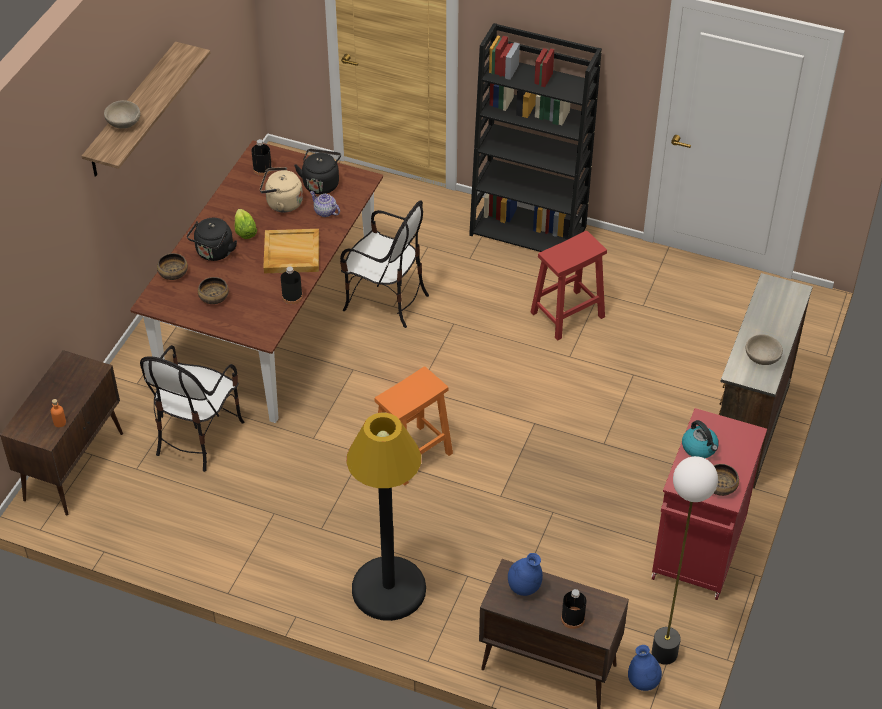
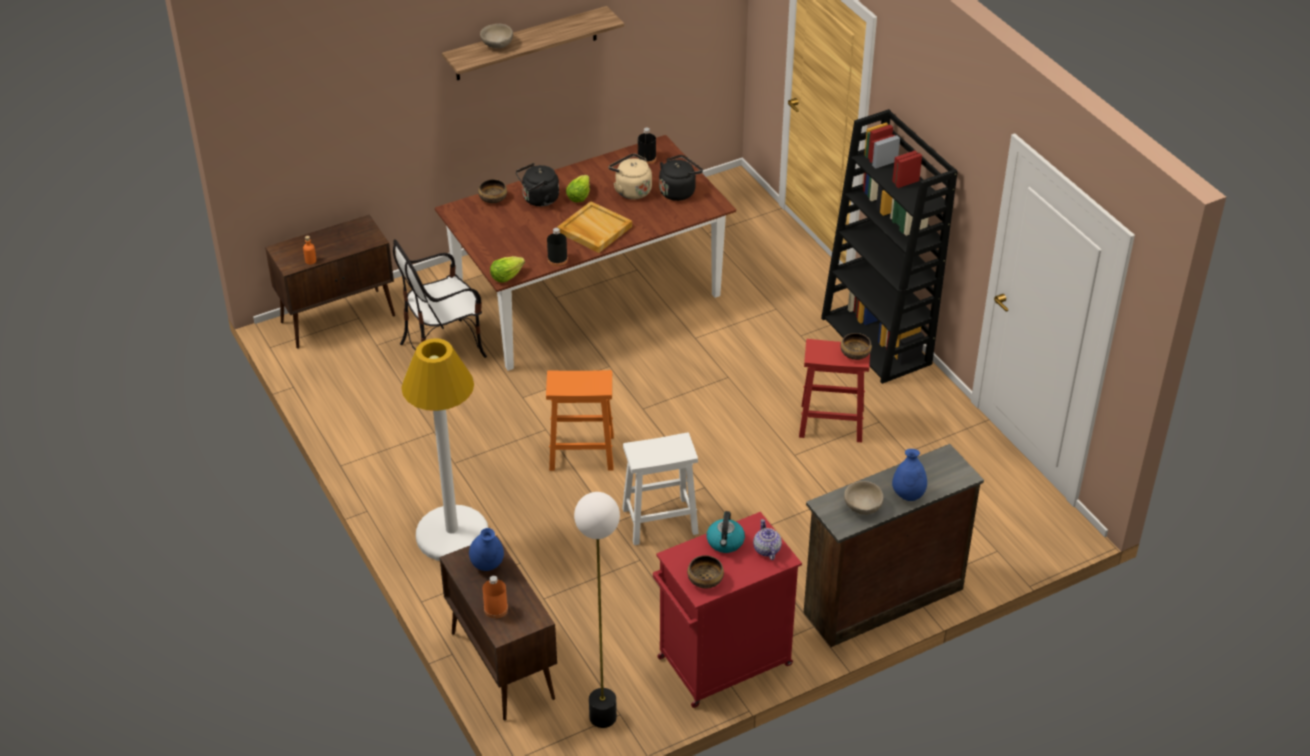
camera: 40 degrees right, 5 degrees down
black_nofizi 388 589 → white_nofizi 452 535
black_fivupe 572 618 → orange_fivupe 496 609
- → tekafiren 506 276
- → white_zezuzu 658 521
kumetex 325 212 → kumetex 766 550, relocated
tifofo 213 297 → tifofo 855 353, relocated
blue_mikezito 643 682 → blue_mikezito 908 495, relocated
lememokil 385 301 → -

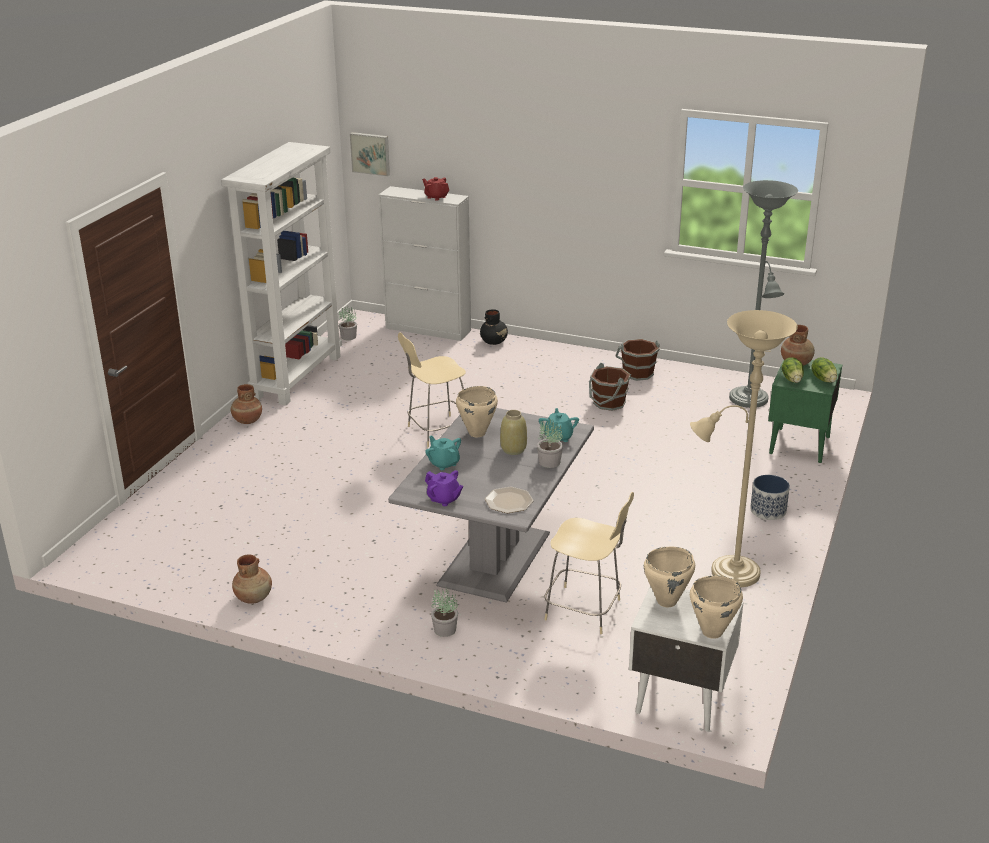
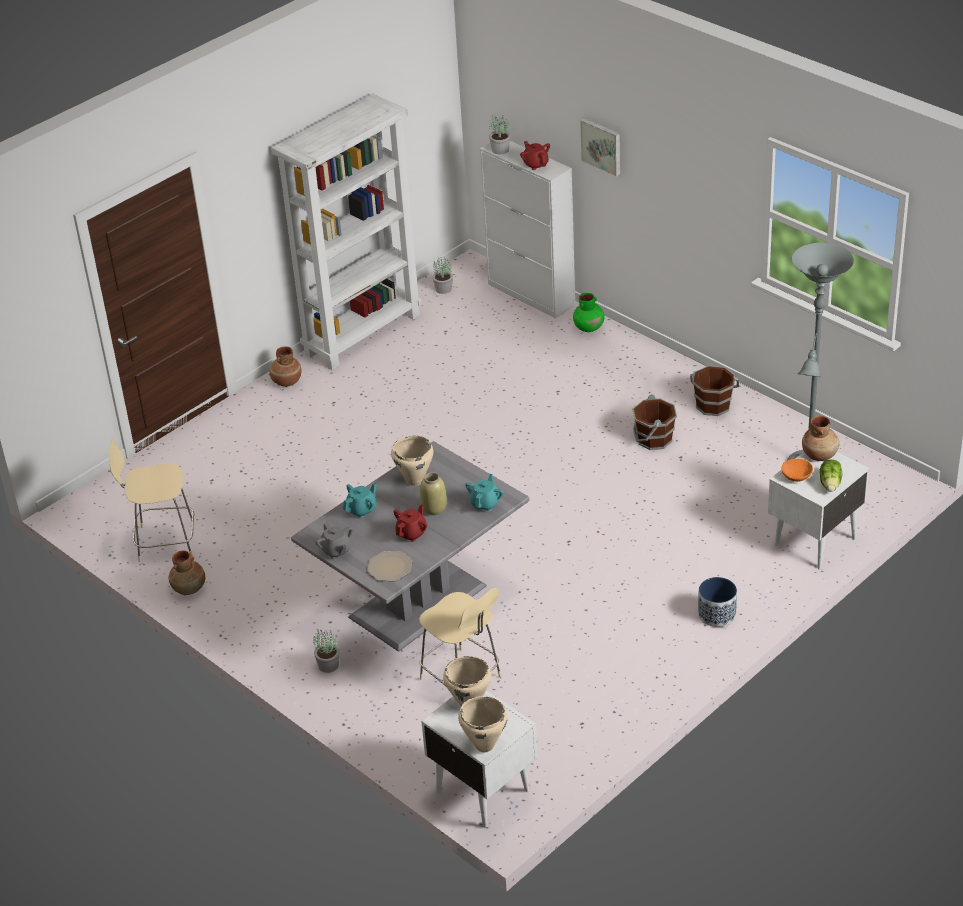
camera: 25 degrees right, 10 degrees up
beige_lememokil 436 431 → beige_lememokil 163 542, relocated
purple_kumetex 444 499 → grey_kumetex 336 550
turquoise_kumetex 444 463 → turquoise_kumetex 362 509, 60 degrees clockwise
- → red_kumetex 412 533
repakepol 549 462 → repakepol 500 150, relocated
black_mikezito 494 342 → green_mikezito 589 327
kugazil 370 153 → kugazil 602 146, relocated
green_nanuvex 798 445 → white_nanuvex 813 541
tekafiren 792 379 → orange_tifofo 797 476
beige_nofizi 728 573 → -

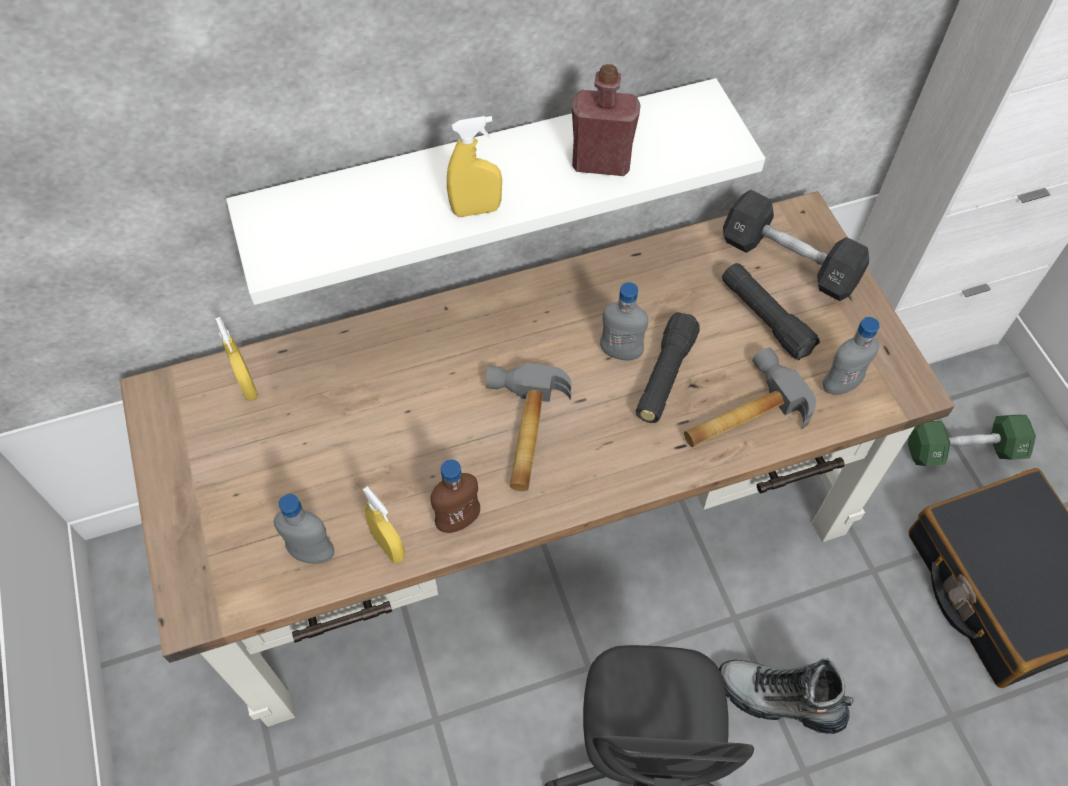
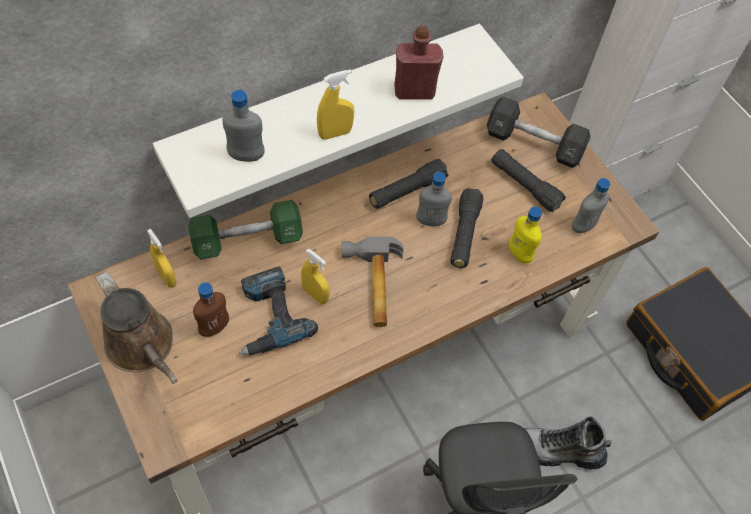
camera: 15 degrees left, 0 degrees up
- → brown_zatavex 143 347
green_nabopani 963 450 → green_nabopani 247 240, relocated
brown_fivupe 458 520 → brown_fivupe 214 327, relocated
grey_fivupe 312 553 → grey_fivupe 246 156, relocated
- → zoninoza 268 317
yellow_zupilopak 389 547 → yellow_zupilopak 315 294, relocated
- → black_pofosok 407 191
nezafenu 739 413 → yellow_fivupe 519 254

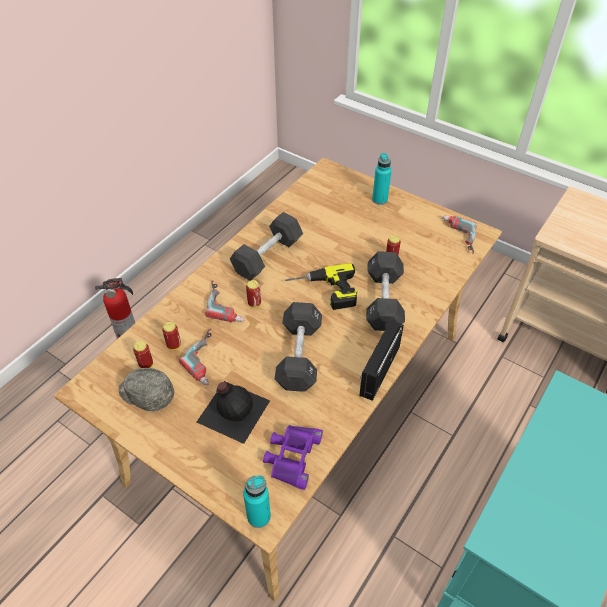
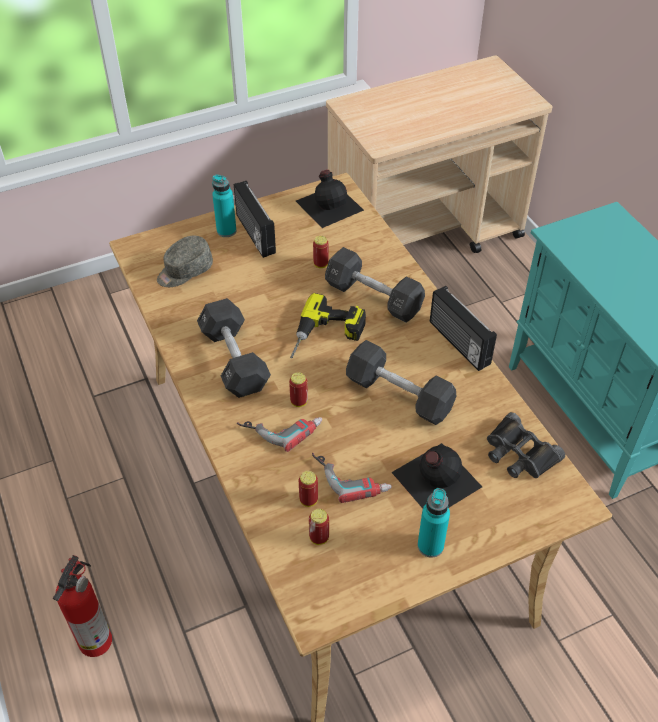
camera: 60 degrees left, 0 degrees up
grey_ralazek 146 394 → grey_ralazek 184 271, relocated
- → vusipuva 254 234
zoninoza 456 236 → black_fivupe 329 204
turquoise_fivupe 259 516 → turquoise_fivupe 430 546, relocated
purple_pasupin 292 456 → black_pasupin 519 453

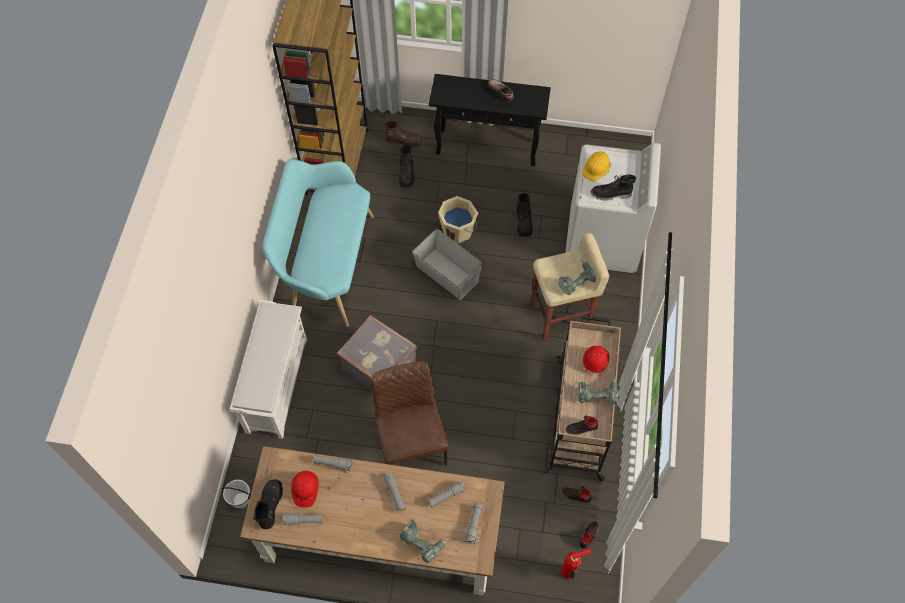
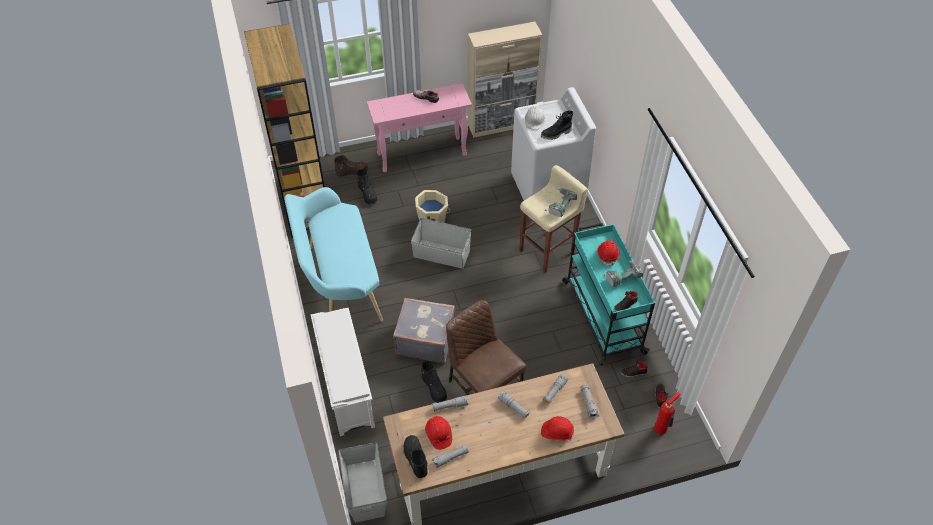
camera: 25 degrees left, 10 degrees down
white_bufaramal 241 500 → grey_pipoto 365 489
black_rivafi 488 147 → pink_rivafi 422 154
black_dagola 524 222 → black_dagola 434 388, relocated
- → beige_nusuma 501 124
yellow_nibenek 596 167 → white_nibenek 534 120
zoninoza 424 541 → red_nibenek 557 432
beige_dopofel 579 416 → turquoise_dopofel 602 315

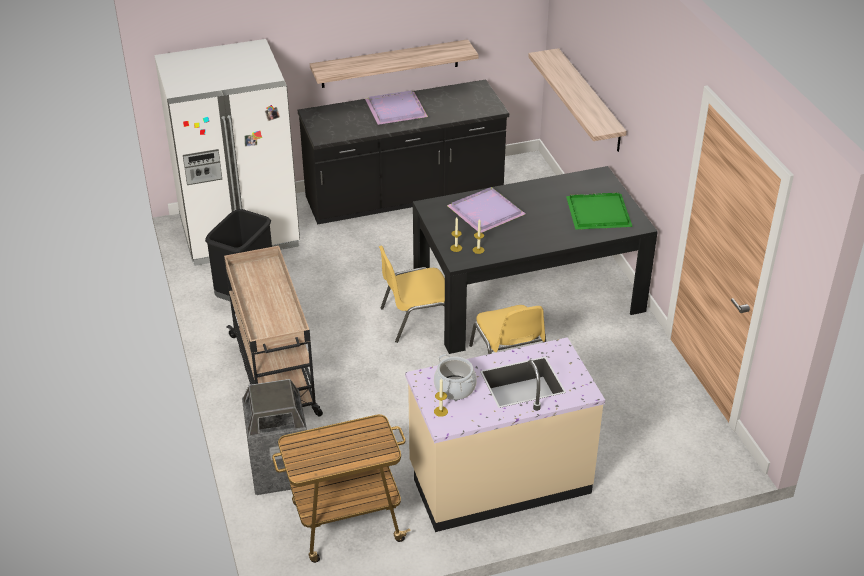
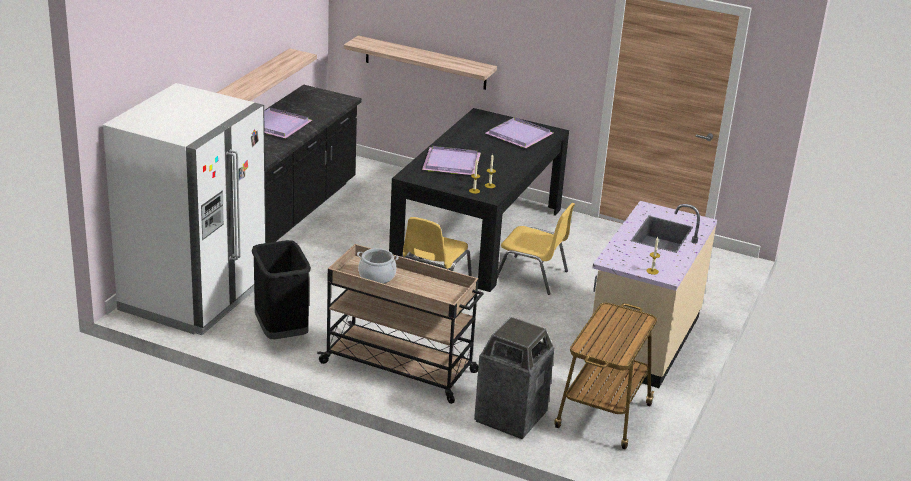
camera: 50 degrees left, 10 degrees down
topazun 454 388 → topazun 377 276, relocated
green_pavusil 597 214 → purple_pavusil 519 135

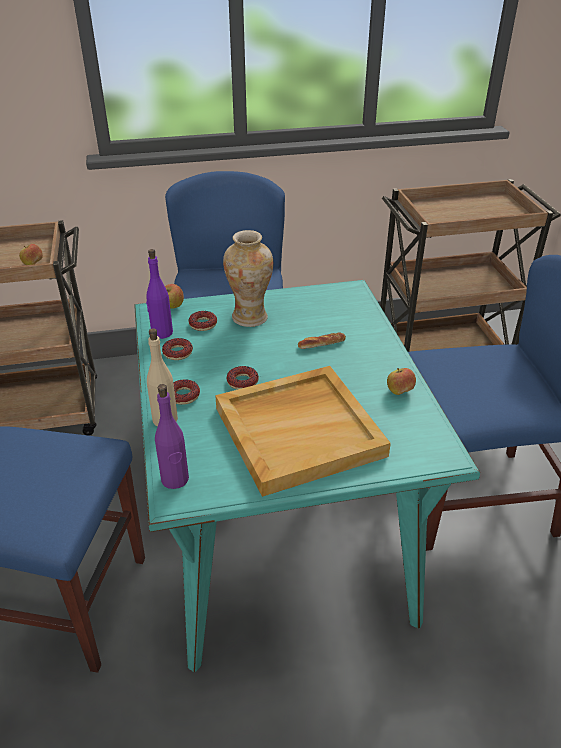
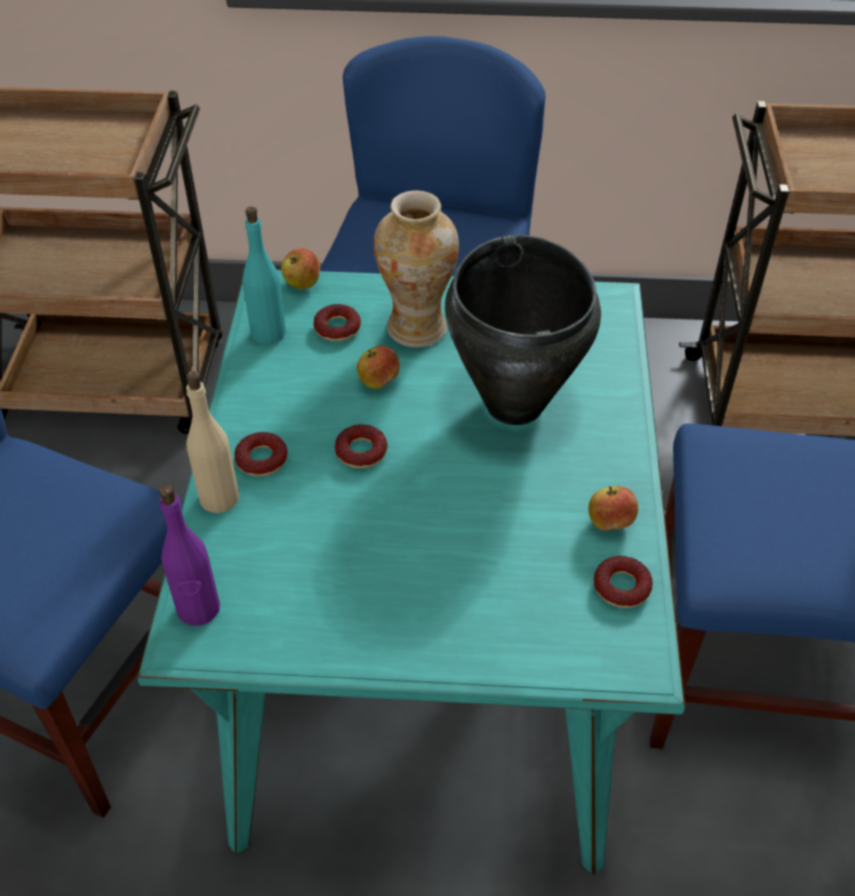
camera: 15 degrees right, 10 degrees up
purple_fivupe 161 333 → turquoise_fivupe 267 333
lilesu 33 264 → lilesu 378 382, relocated
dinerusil 321 344 → black_topazun 515 403
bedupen 177 352 → bedupen 621 587, relocated
beige_pavusil 299 430 → -

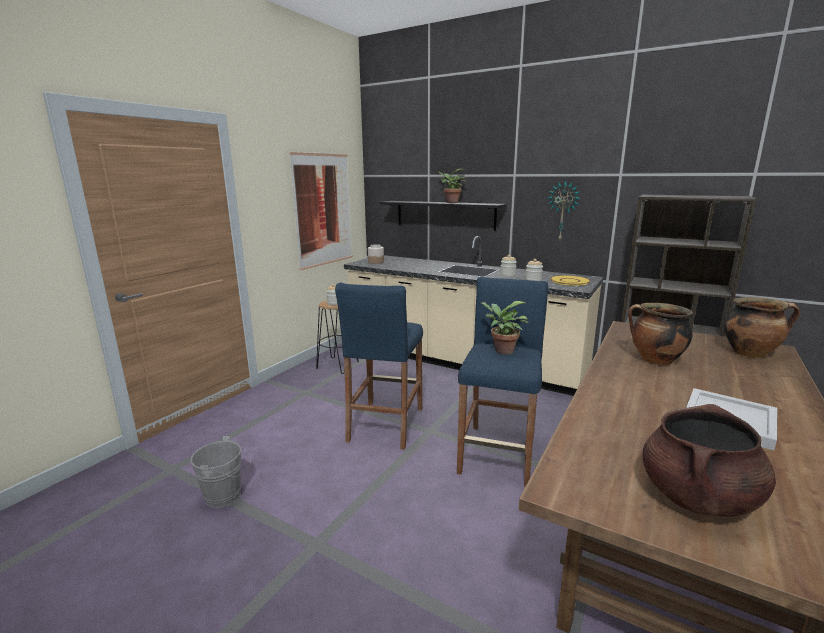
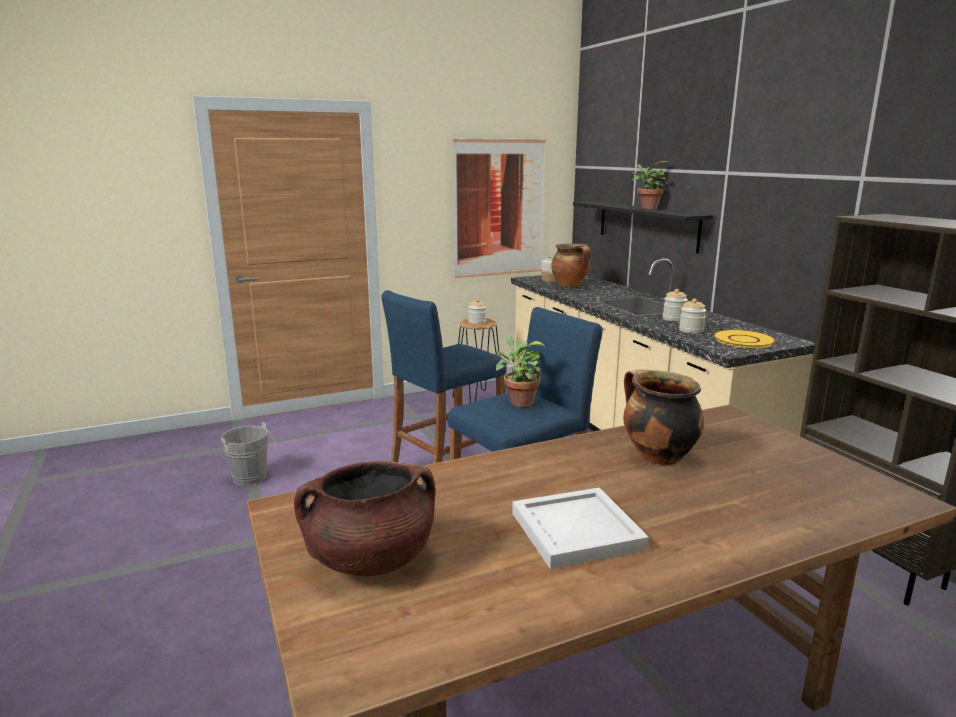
camera: 35 degrees right, 0 degrees up
topazun 750 353 → topazun 570 286, relocated
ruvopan 563 211 → -

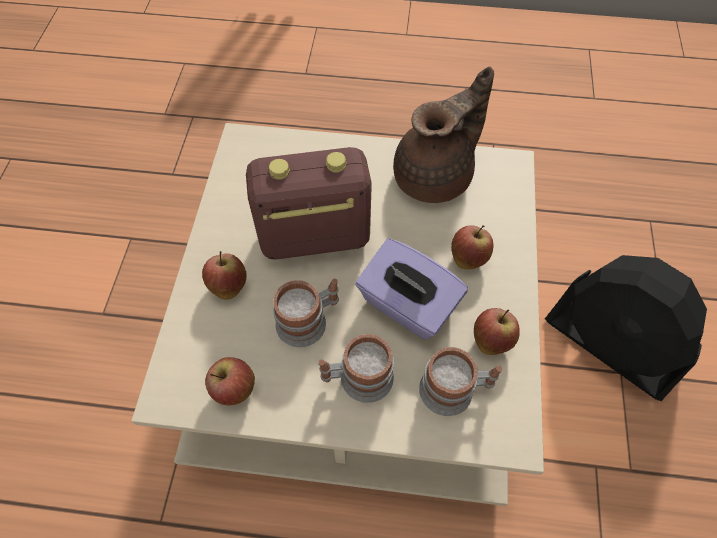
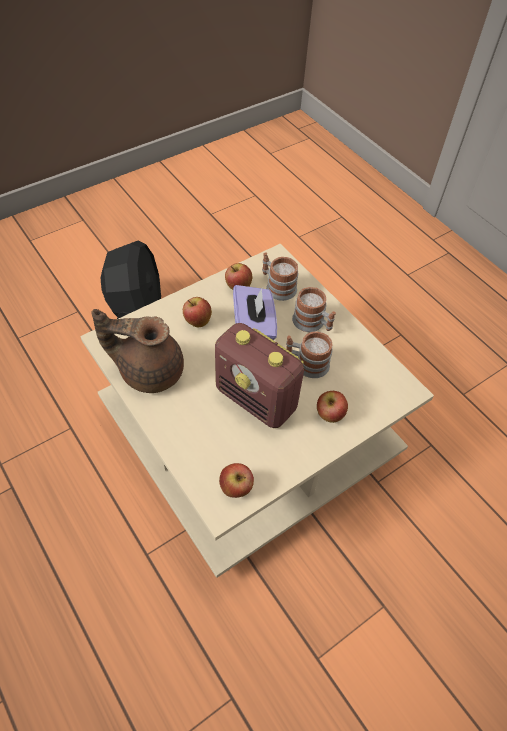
camera: 135 degrees left, 5 degrees down
lilesu 234 390 → lilesu 236 488, relocated

